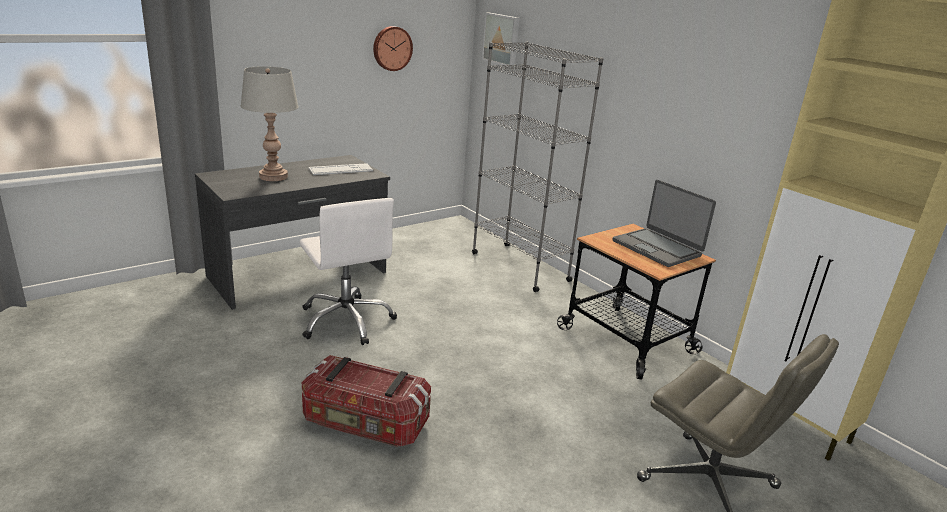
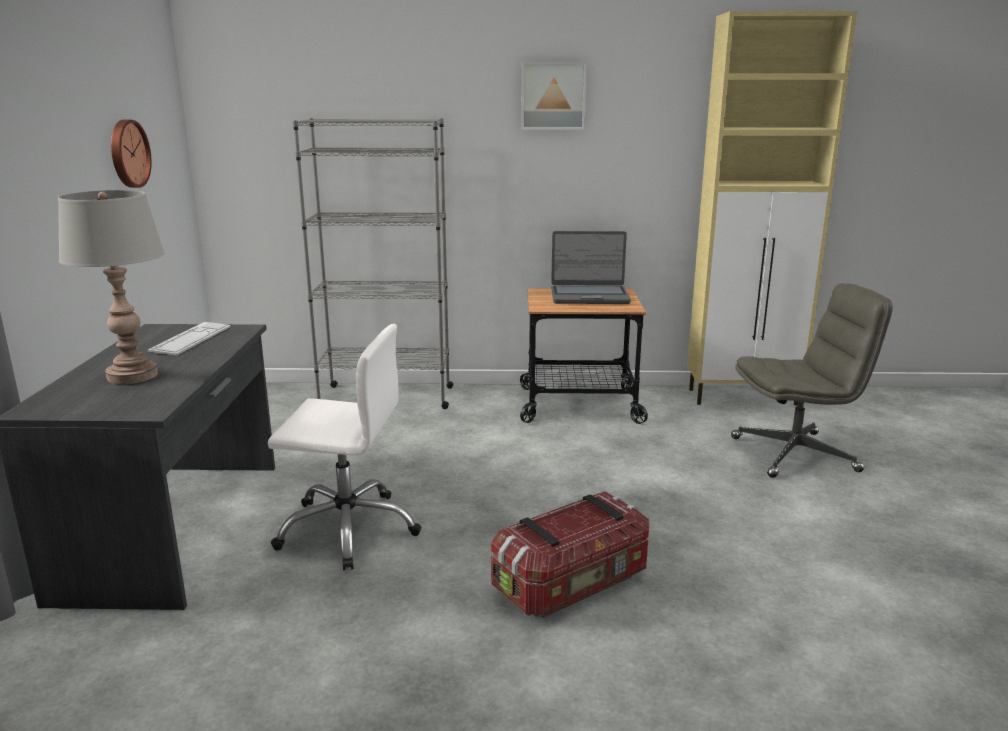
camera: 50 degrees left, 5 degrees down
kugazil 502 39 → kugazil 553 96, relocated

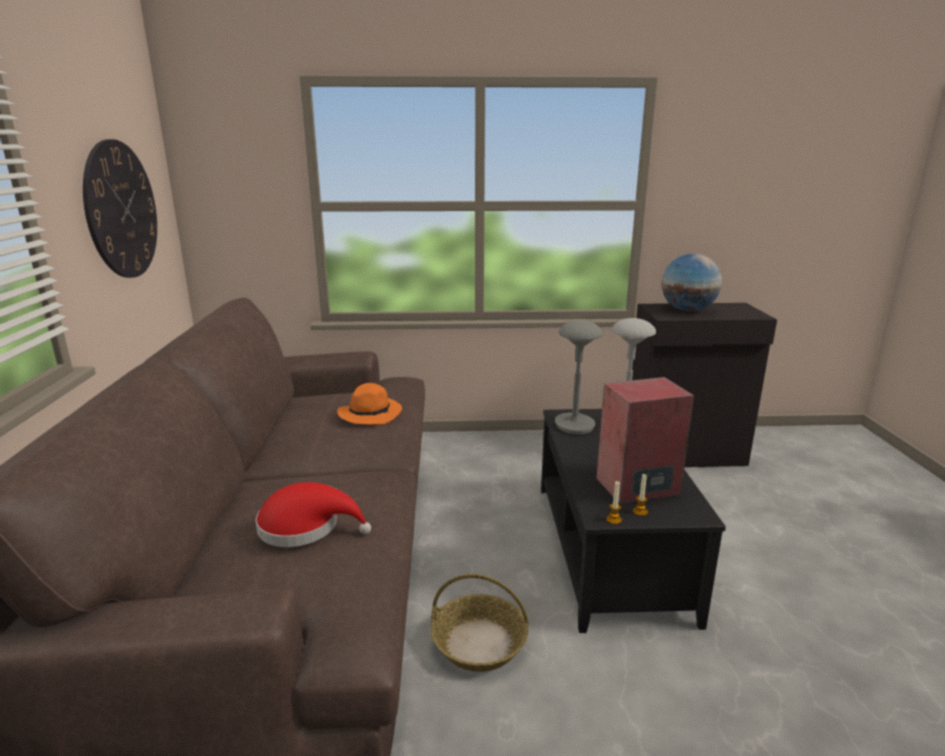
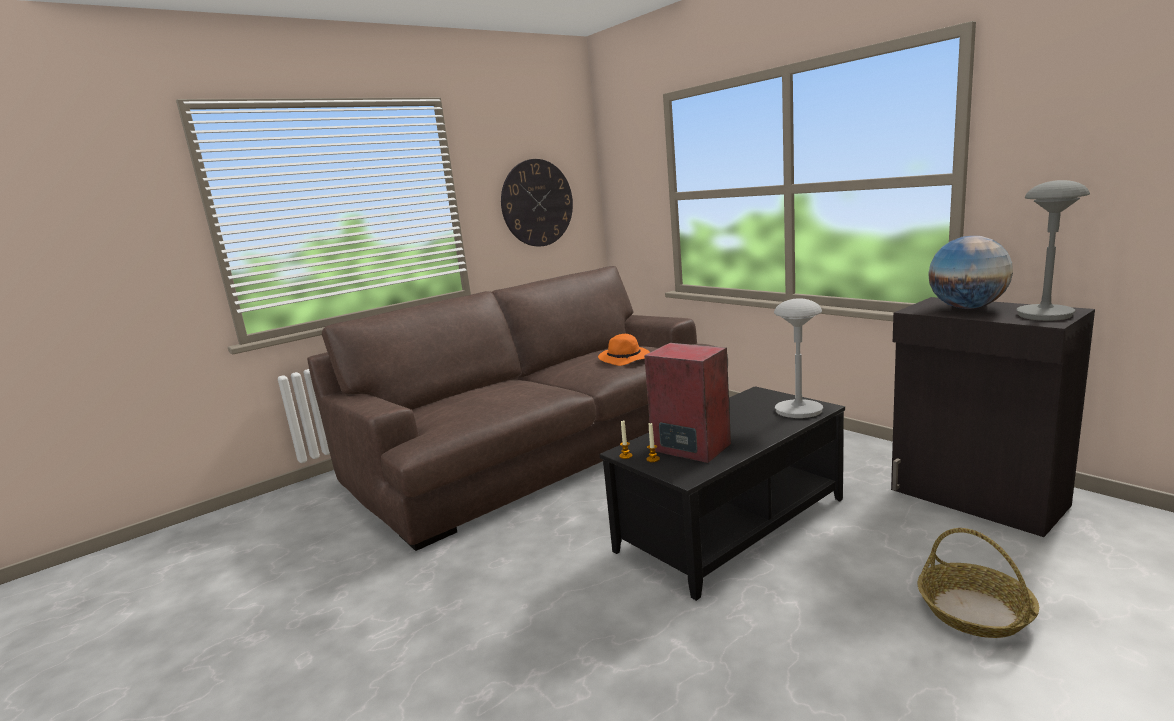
camera: 55 degrees right, 5 degrees down
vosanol 480 643 → vosanol 975 611, relocated
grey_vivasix 575 425 → grey_vivasix 1045 315, relocated
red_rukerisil 305 527 → -

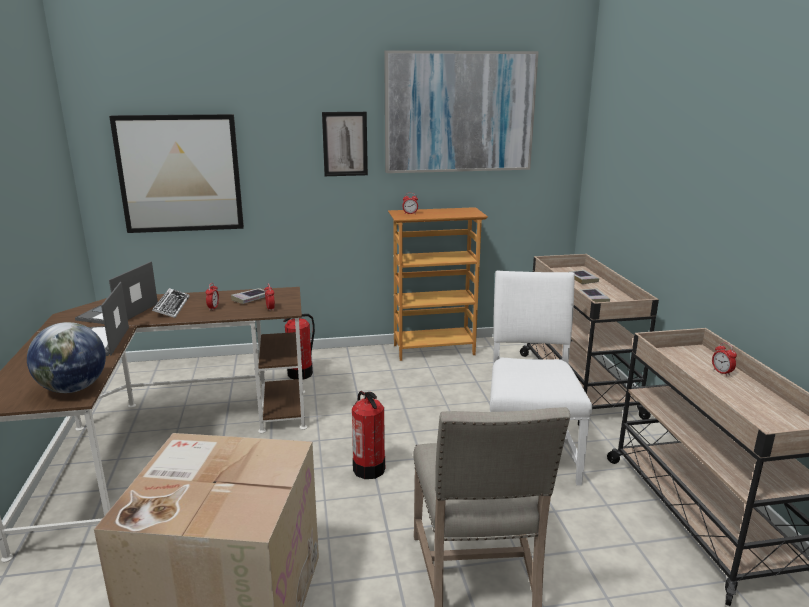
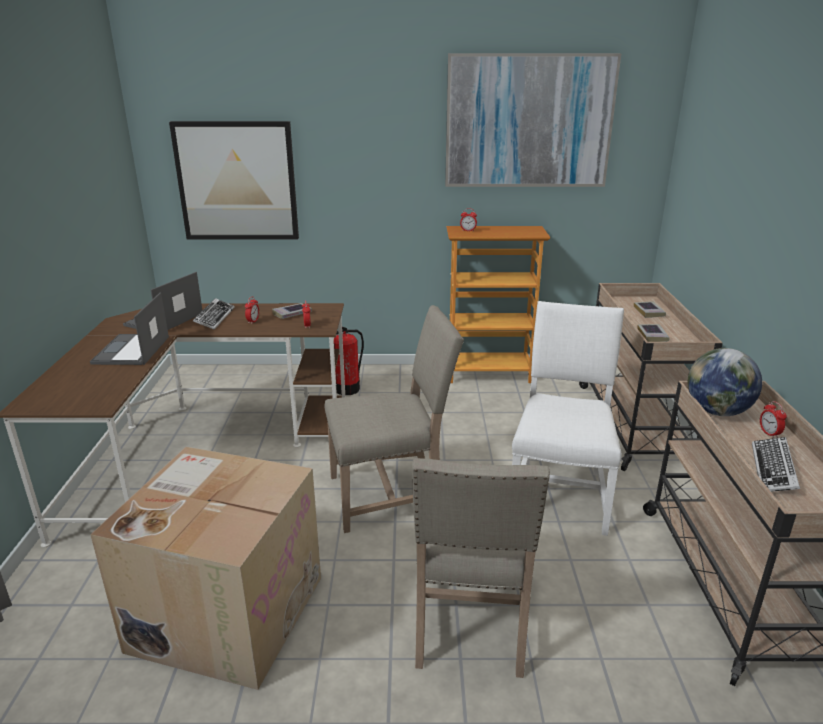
camera: 10 degrees right, 5 degrees up
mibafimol 369 469 → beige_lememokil 391 494
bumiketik 73 389 → bumiketik 717 412, relocated
- → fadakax 773 470
kugazil 345 144 → -

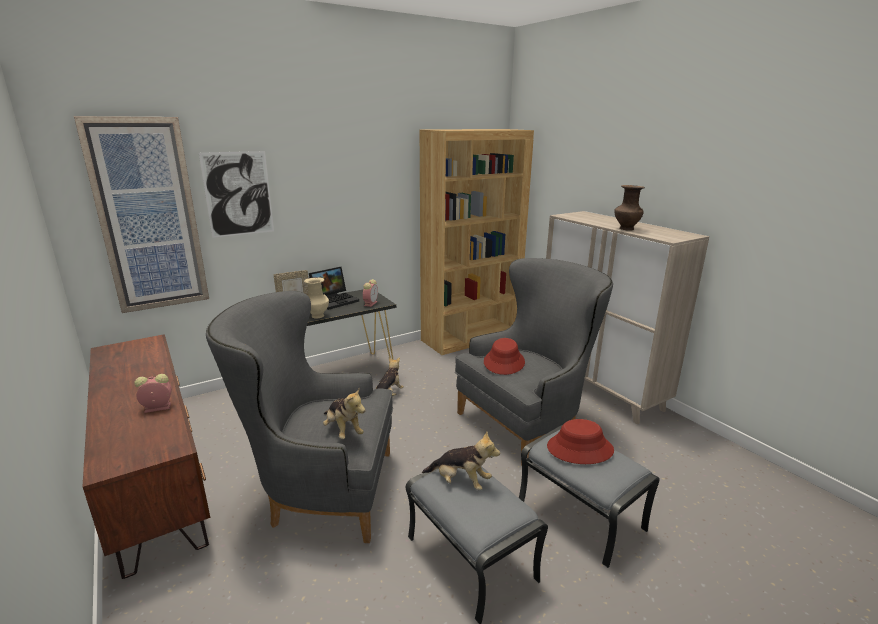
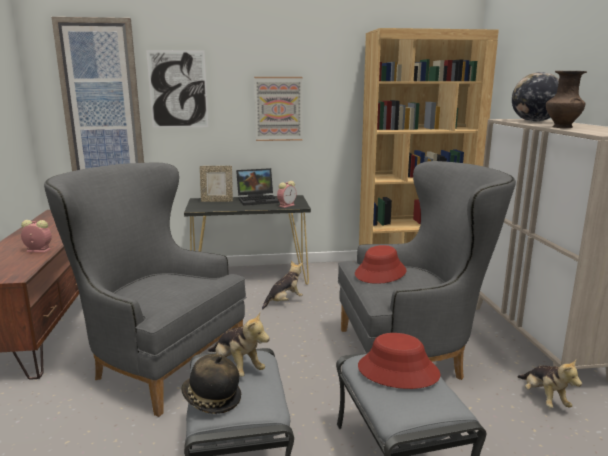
camera: 25 degrees right, 5 degrees down
- → rukerisil 211 400
- → kugazil 278 109
- → bumiketik 534 121
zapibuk 343 430 → zapibuk 544 399, relocated
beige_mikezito 317 316 → -

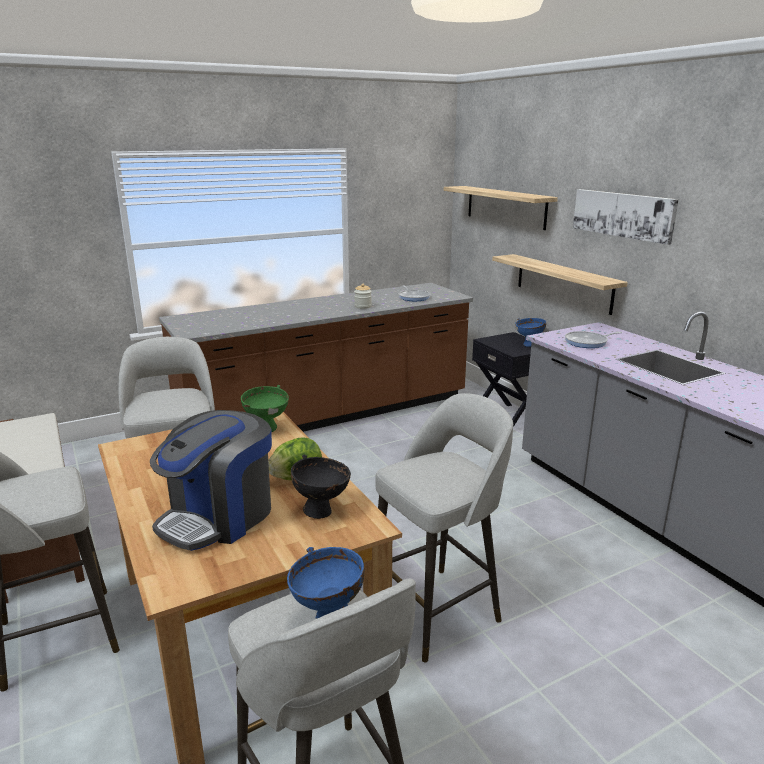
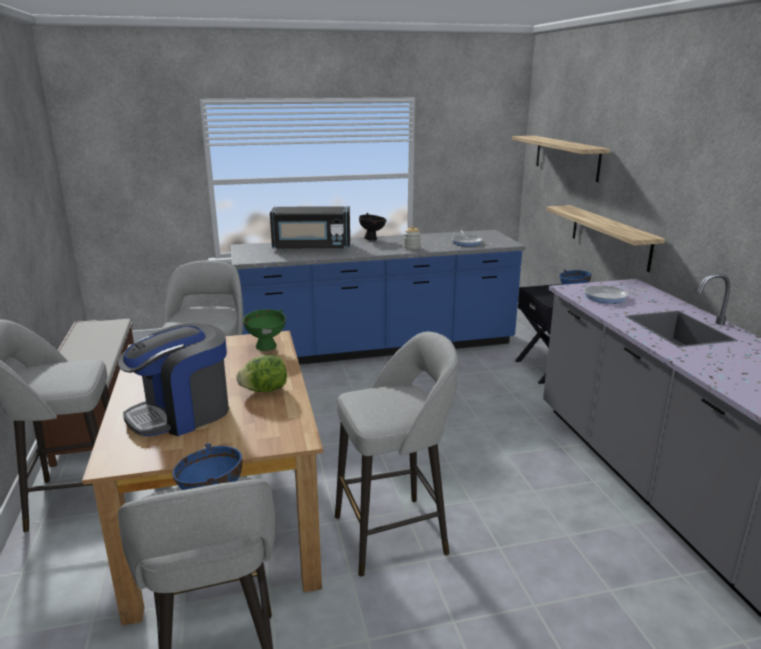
camera: 15 degrees right, 0 degrees up
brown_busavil 328 415 → blue_busavil 377 347
- → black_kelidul 311 247
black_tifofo 321 511 → black_tifofo 372 239, relocated
kugazil 623 215 → -

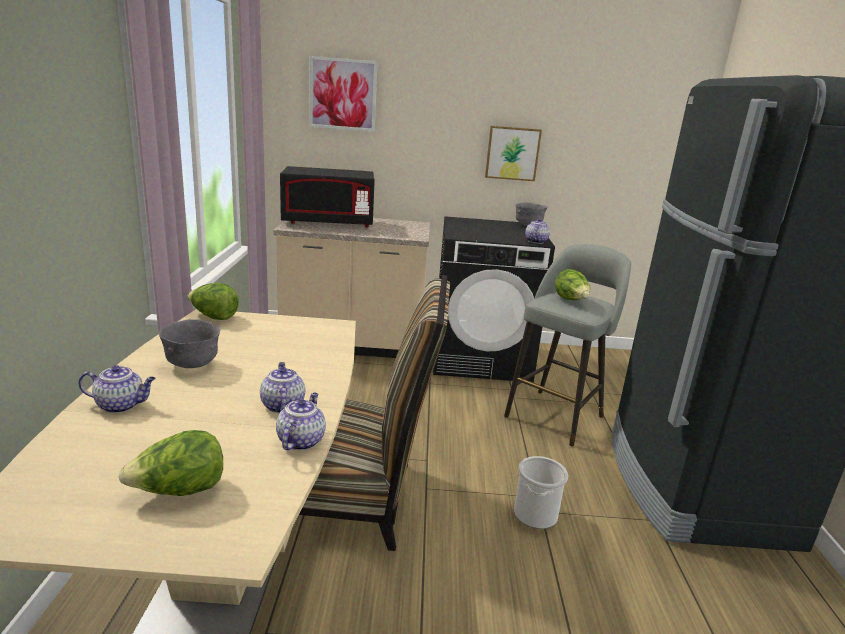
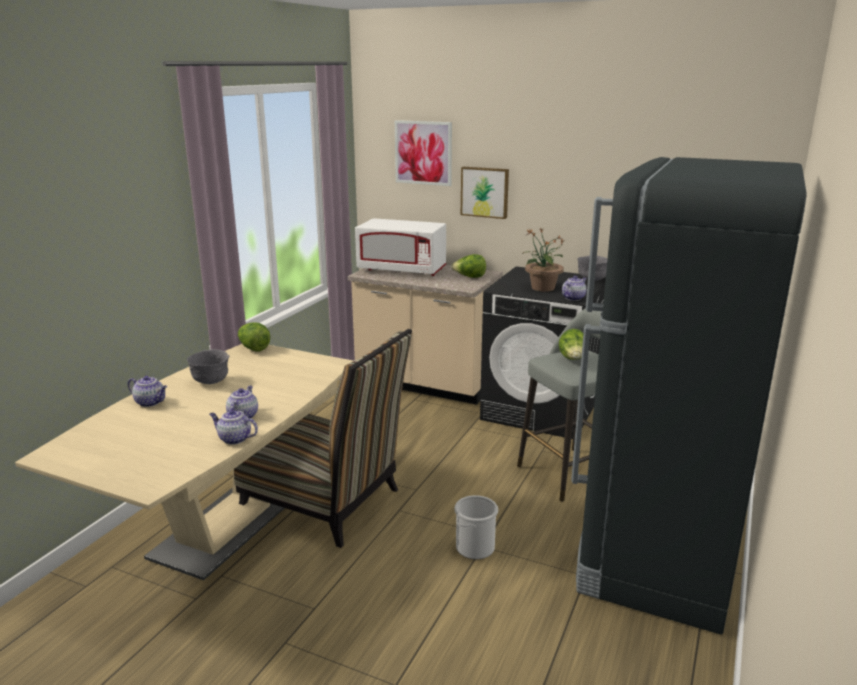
camera: 25 degrees right, 0 degrees up
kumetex 301 440 → kumetex 234 439, 105 degrees counterclockwise
black_kelidul 328 223 → white_kelidul 402 270
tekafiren 179 492 → tekafiren 469 277, relocated
kugazil 512 153 → kugazil 485 192, relocated
- → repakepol 542 288

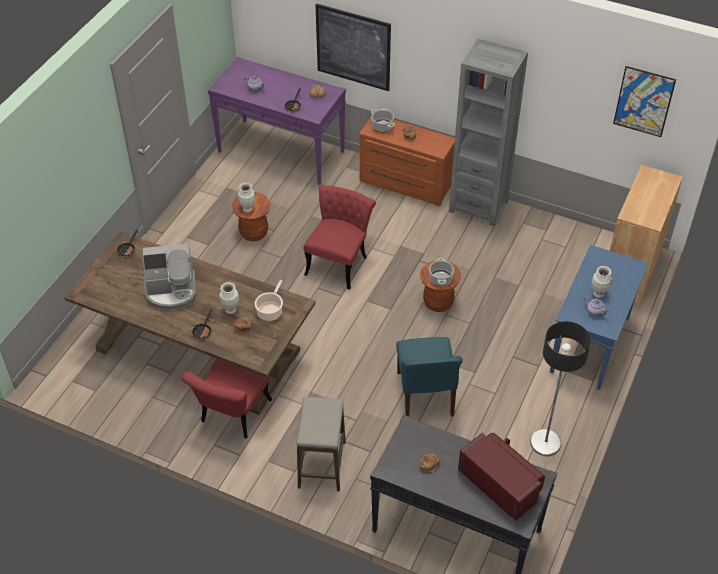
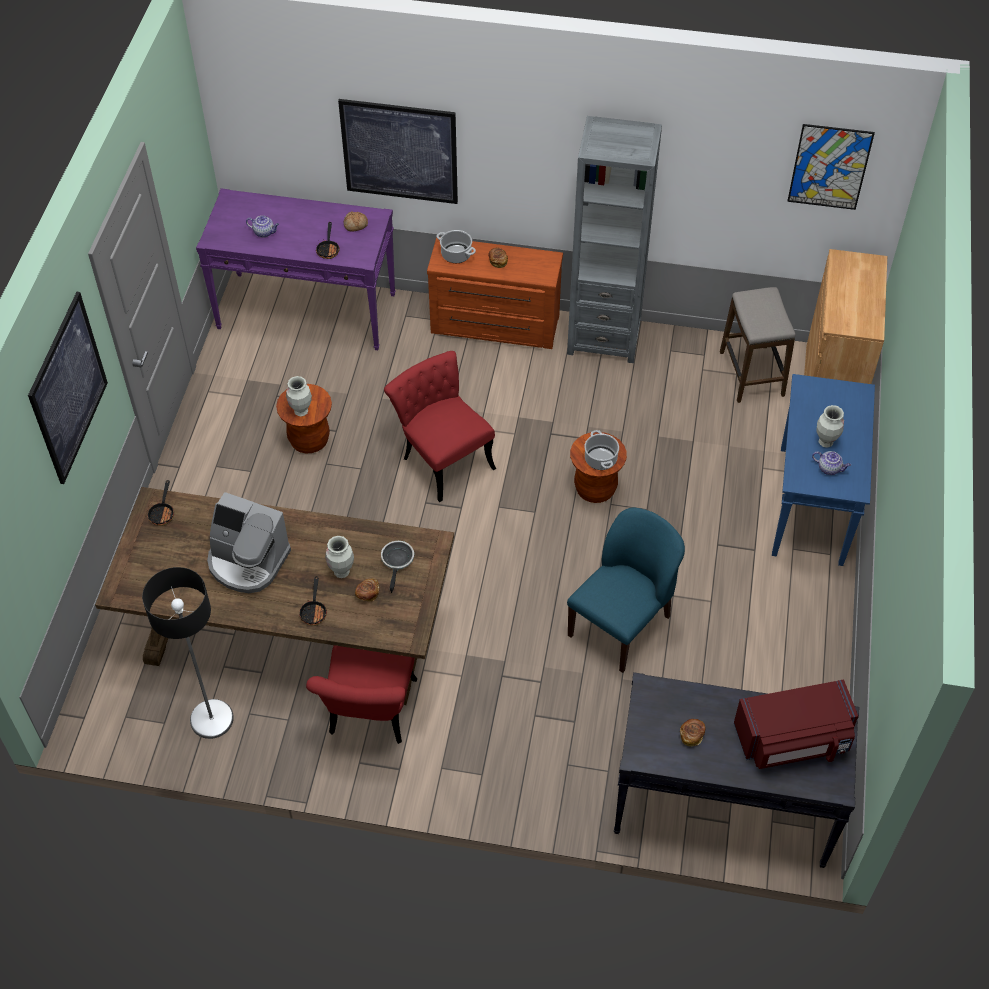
camera: 15 degrees left, 5 degrees up
- → kugazil 68 388
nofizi 545 443 → nofizi 211 719, relocated
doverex 171 291 → doverex 247 562, 45 degrees clockwise
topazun 270 311 → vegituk 397 561
red_lememokil 339 261 → red_lememokil 442 458, 45 degrees counterclockwise
blue_lememokil 425 395 → blue_lememokil 621 625, 120 degrees counterclockwise
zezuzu 322 464 → zezuzu 752 374, relocated
red_kelidul 500 484 → red_kelidul 792 740, 135 degrees clockwise

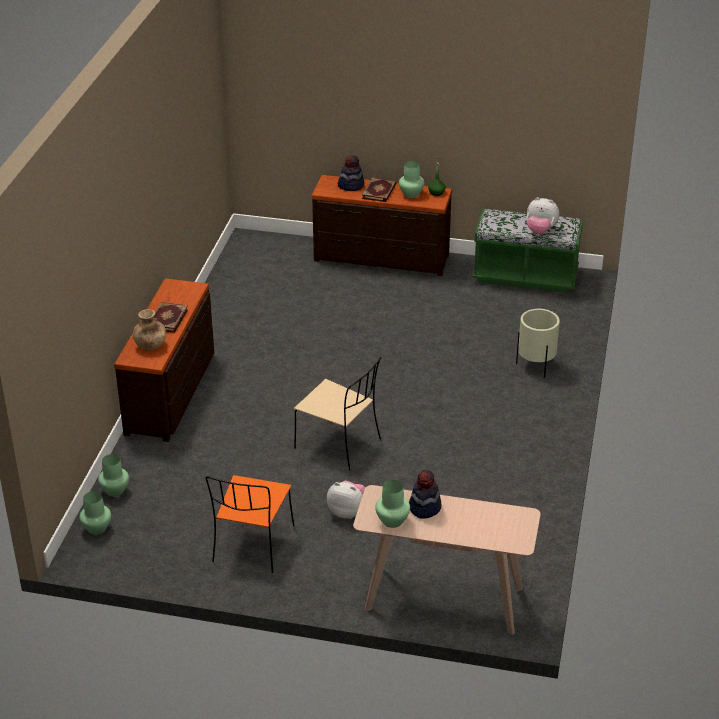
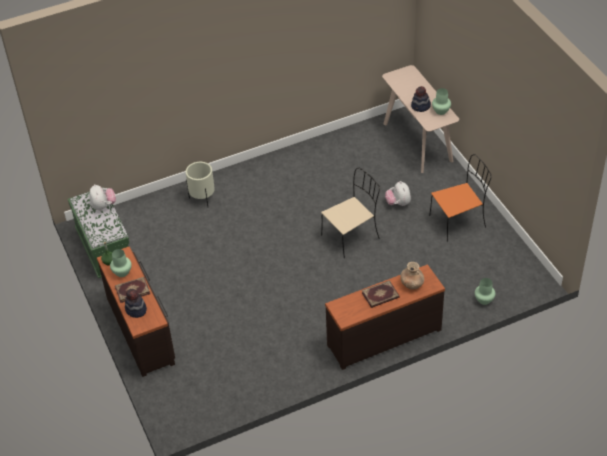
camera: 125 degrees left, 10 degrees up
beige_lememokil 340 444 → beige_lememokil 351 236, 60 degrees clockwise
green_mikezito 96 528 → -

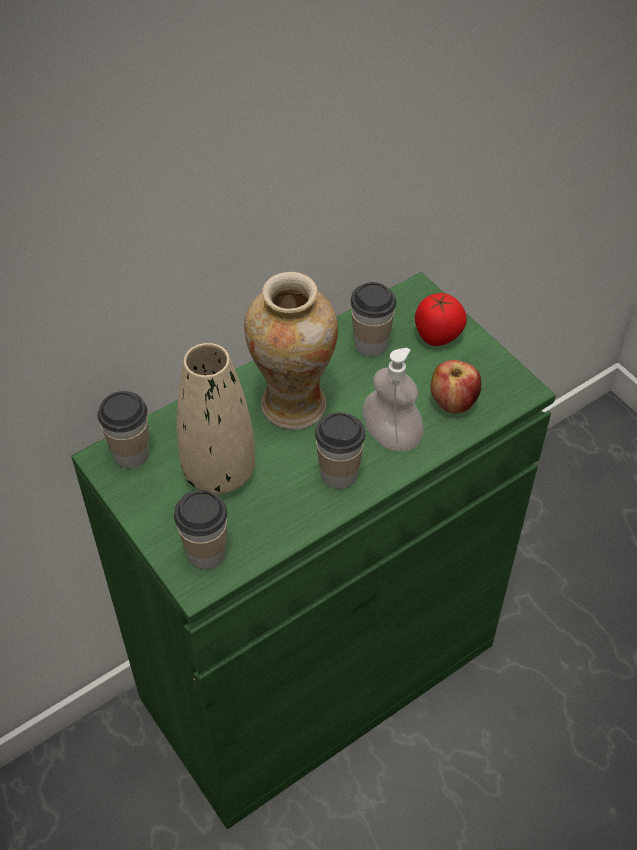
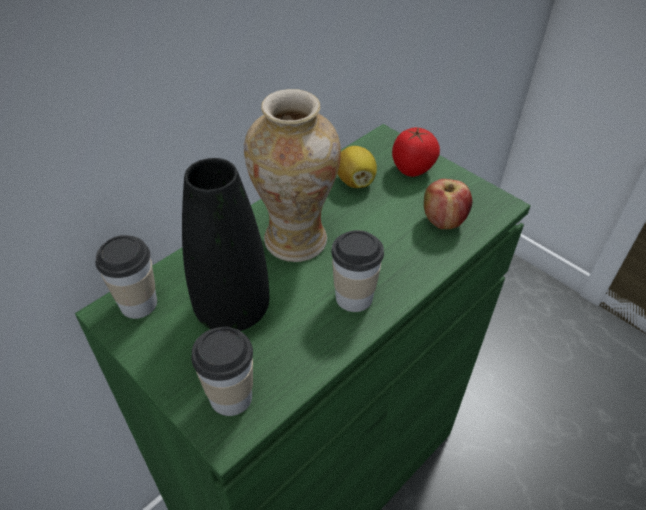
camera: 10 degrees left, 5 degrees down
beige_mikezito 219 472 → black_mikezito 232 310
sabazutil 371 344 → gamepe 355 181
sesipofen 391 436 → -

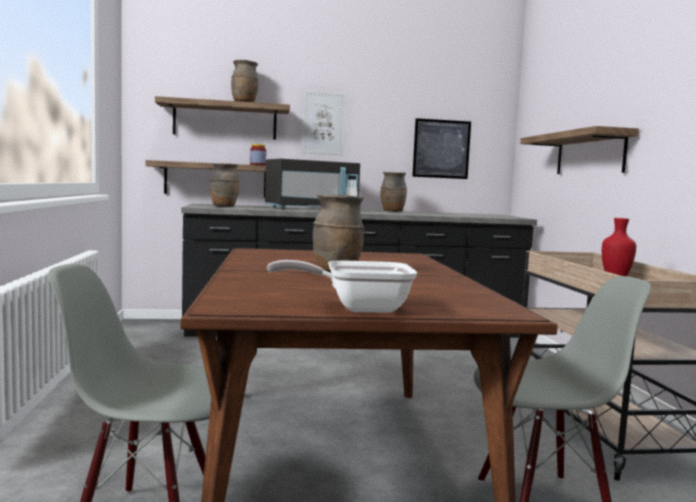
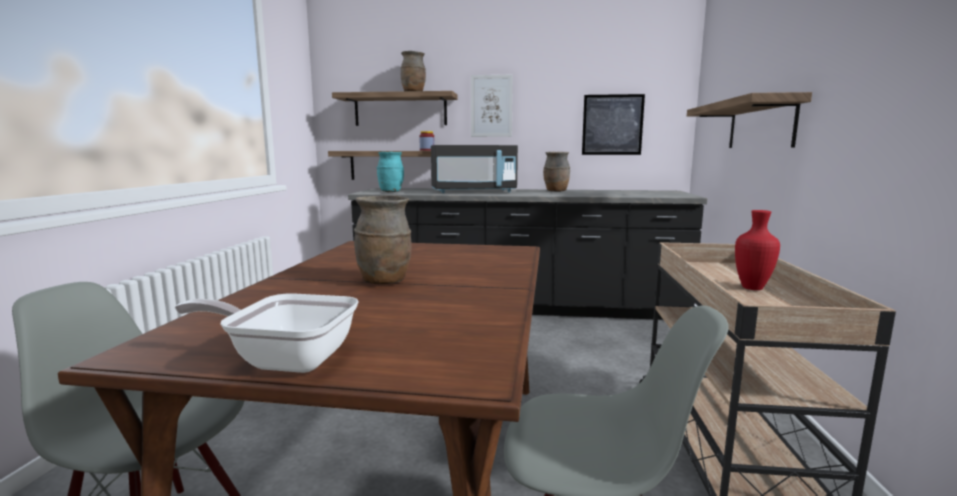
camera: 15 degrees right, 5 degrees up
brown_mikezito 224 207 → turquoise_mikezito 391 192

